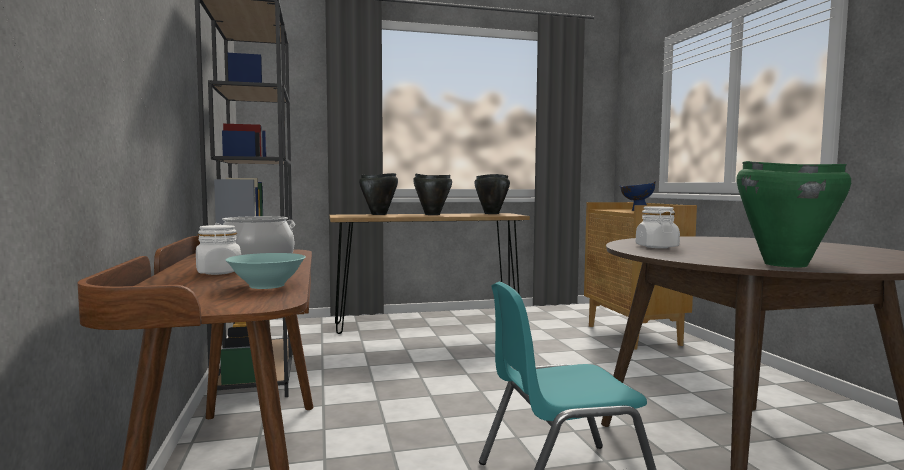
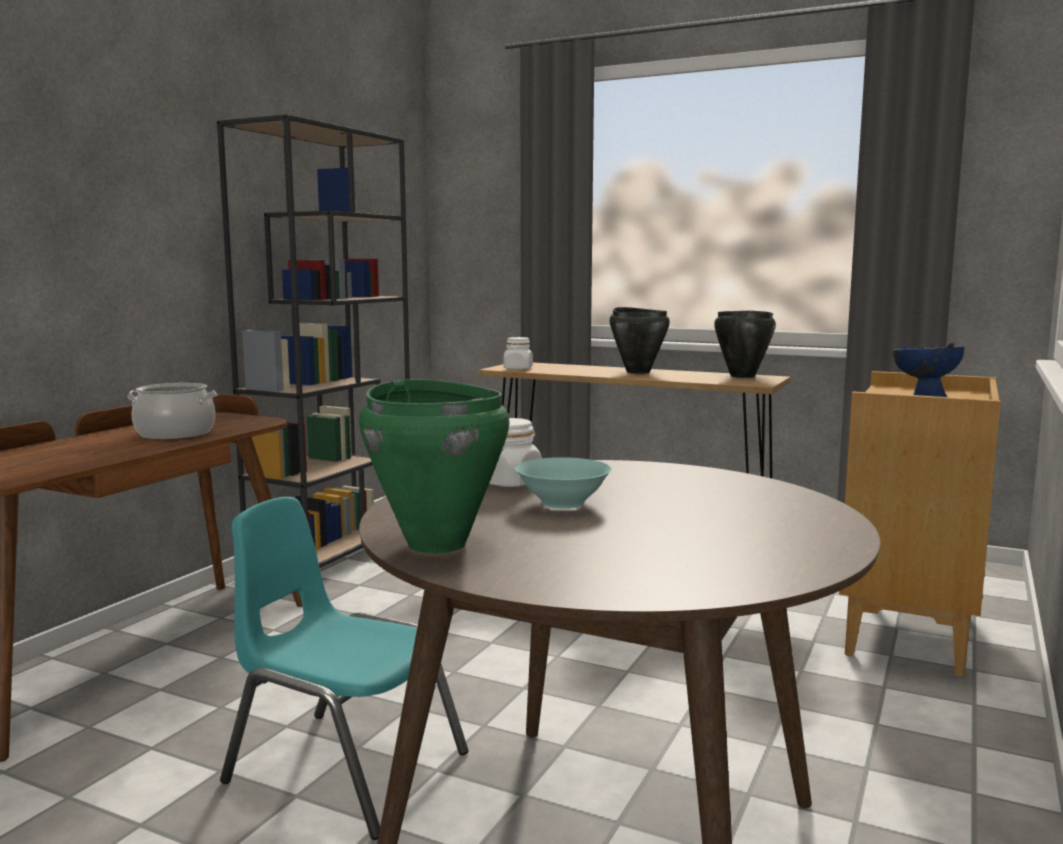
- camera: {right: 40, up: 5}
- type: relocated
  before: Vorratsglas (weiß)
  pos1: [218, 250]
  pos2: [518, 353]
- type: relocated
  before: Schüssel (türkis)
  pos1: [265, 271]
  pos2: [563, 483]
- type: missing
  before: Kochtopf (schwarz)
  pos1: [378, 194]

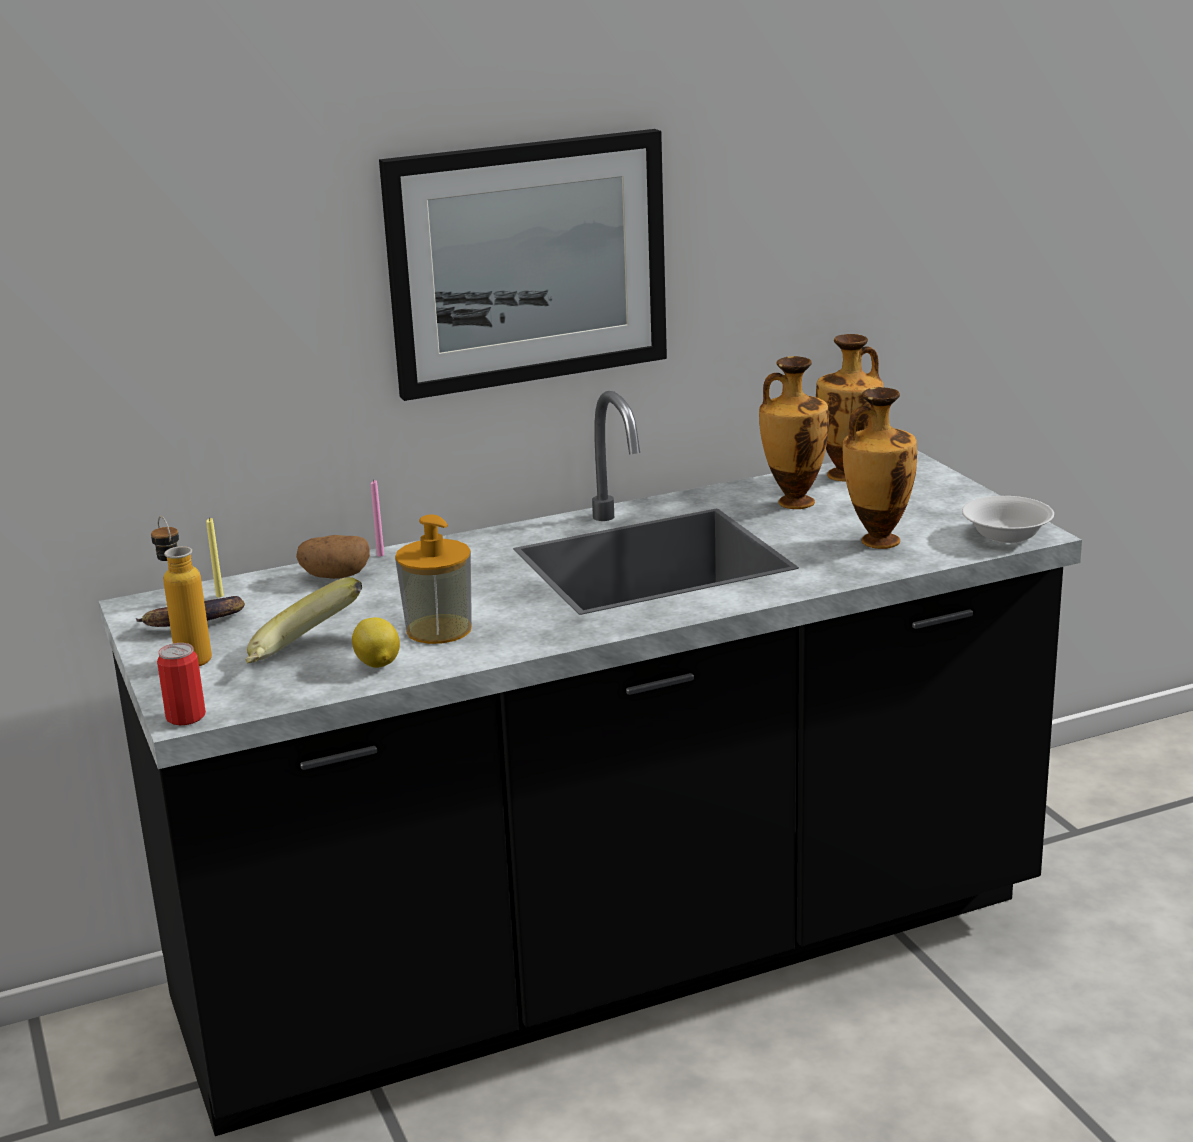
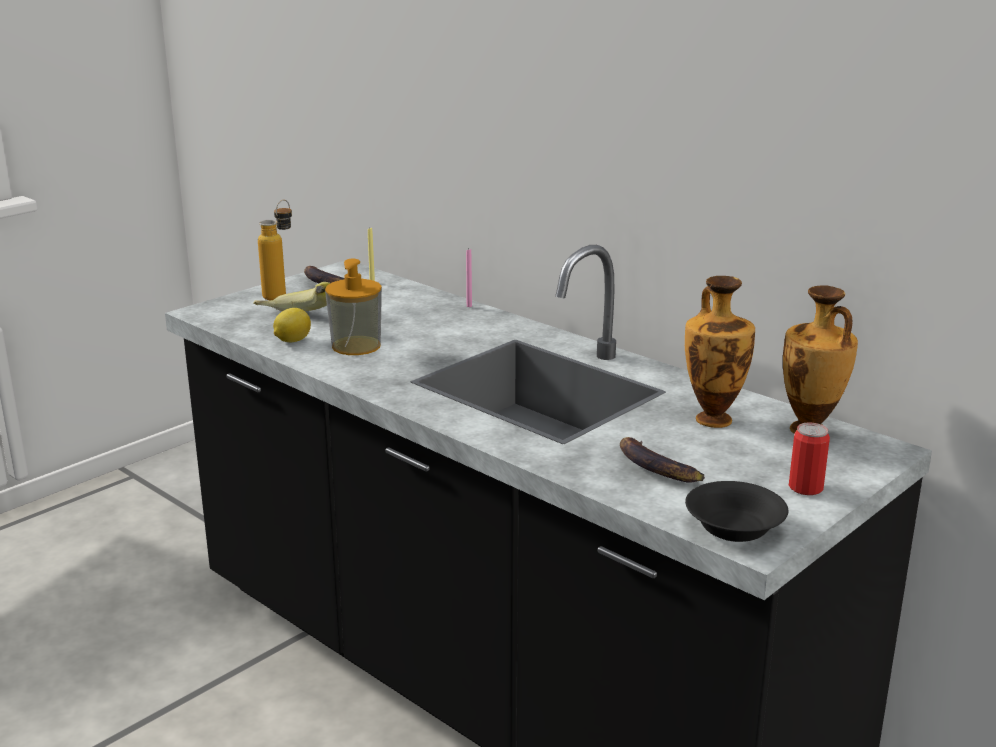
- camera: {right: 65, up: 0}
- type: exchanged
  before: Vase
  after: Banane
  pos1: [880, 468]
  pos2: [662, 460]
- type: colour
  before: Schüssel (weiß)
  after: Schüssel (schwarz)
  pos1: [1008, 519]
  pos2: [736, 511]
- type: relocated
  before: Dose
  pos1: [181, 684]
  pos2: [809, 459]
- type: missing
  before: Kartoffel
  pos1: [333, 557]
- type: missing
  before: Bild
  pos1: [523, 265]

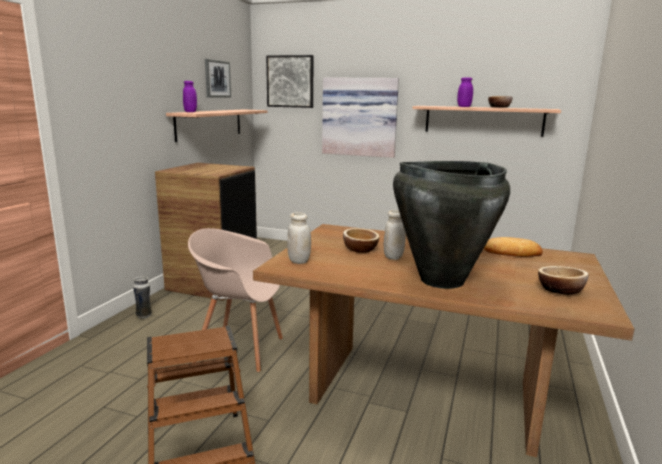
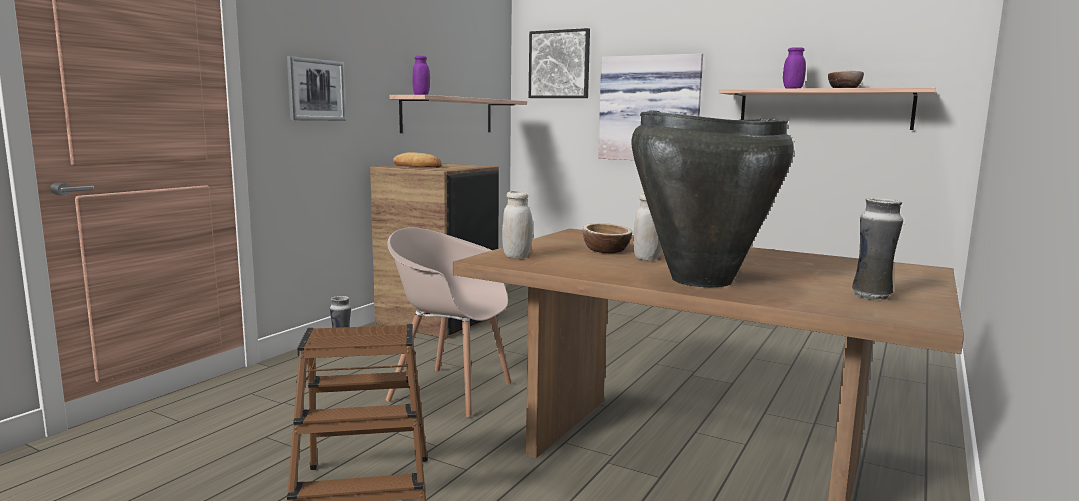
- camera: {right: 10, up: -5}
- type: relocated
  before: Bild
  pos1: [218, 78]
  pos2: [316, 88]
- type: relocated
  before: Brot
  pos1: [513, 247]
  pos2: [417, 160]
- type: exchanged
  before: Schüssel
  after: Vase
  pos1: [563, 280]
  pos2: [877, 249]

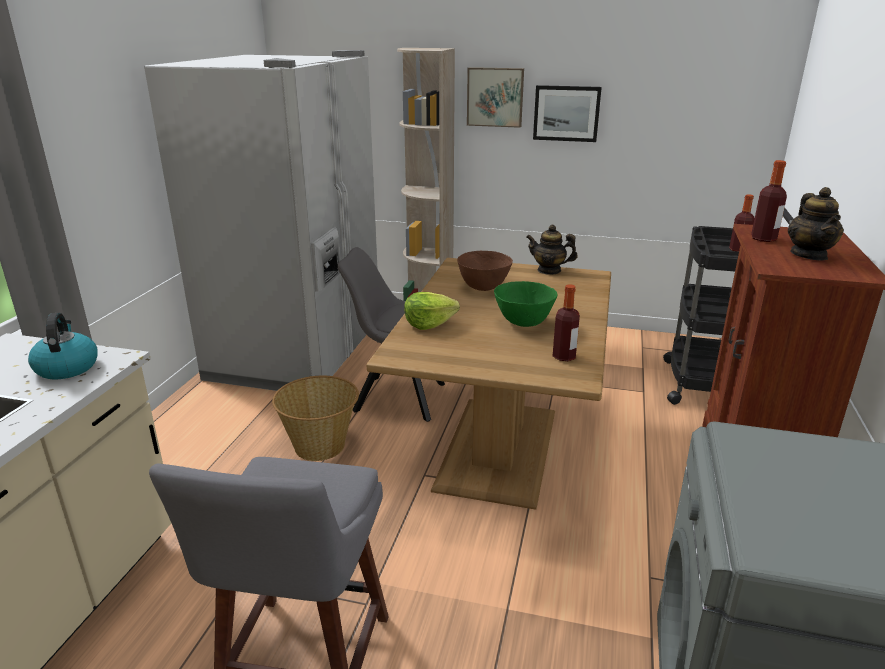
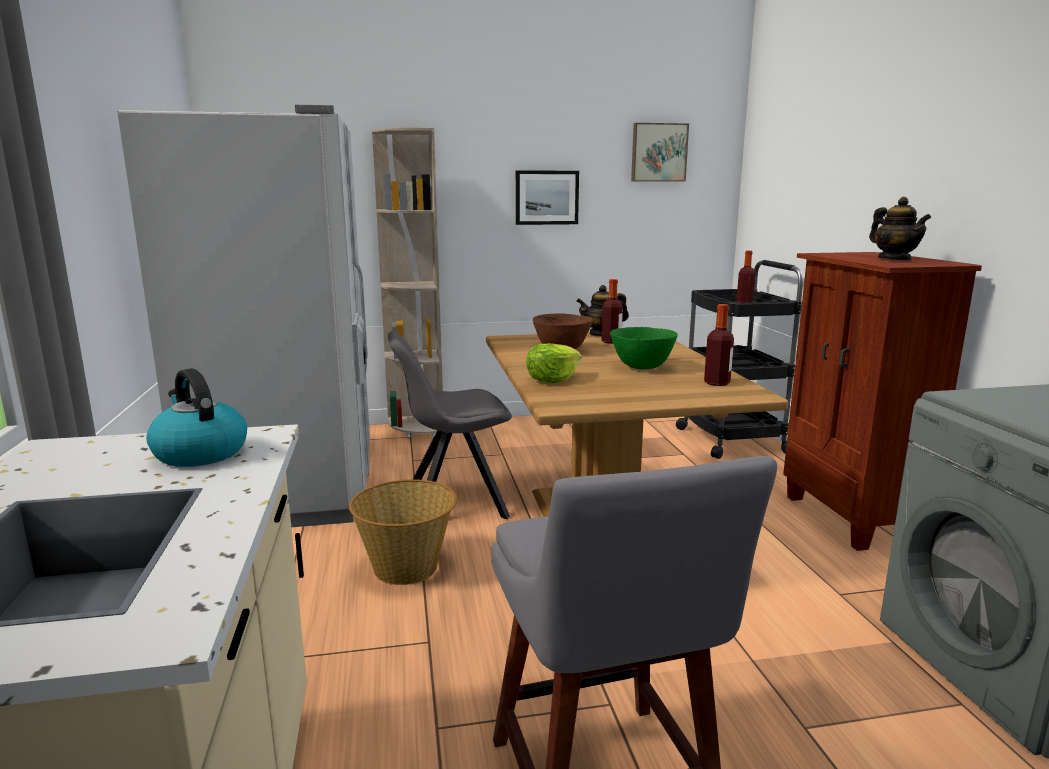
- camera: {right: -25, up: -10}
- type: relocated
  before: Flasche
  pos1: [769, 201]
  pos2: [612, 311]
- type: relocated
  before: Bild
  pos1: [495, 97]
  pos2: [660, 152]

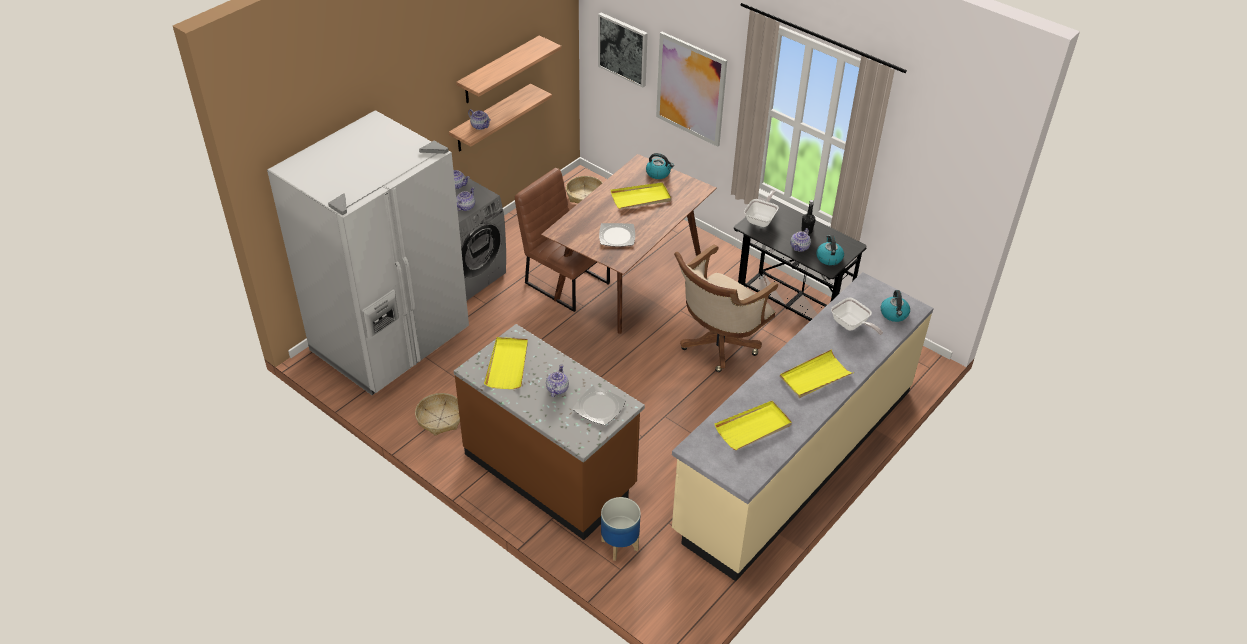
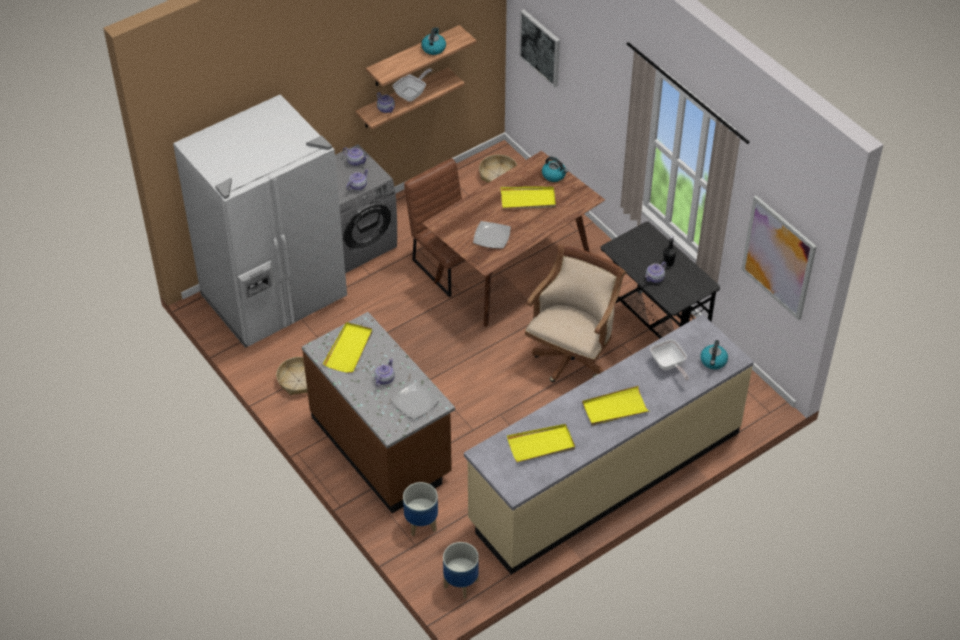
- camera: {right: 15, up: 5}
- type: relocated
  before: Pfanne
  pos1: [761, 208]
  pos2: [412, 85]
- type: relocated
  before: Wasserkessel
  pos1: [830, 250]
  pos2: [433, 41]
- type: appeared
  after: Pflanzkübel
  pos2: [461, 570]
- type: spun
  before: Bürostuhl
  pos1: [726, 308]
  pos2: [575, 313]
  turn: 150
- type: relocated
  before: Bild
  pos1: [691, 89]
  pos2: [779, 257]

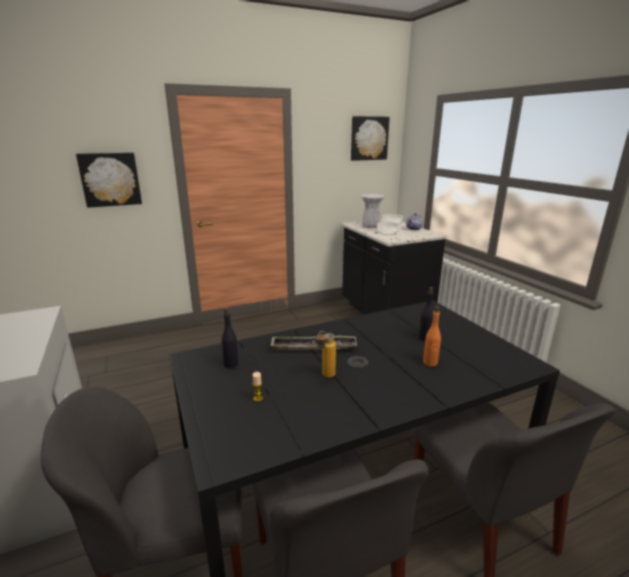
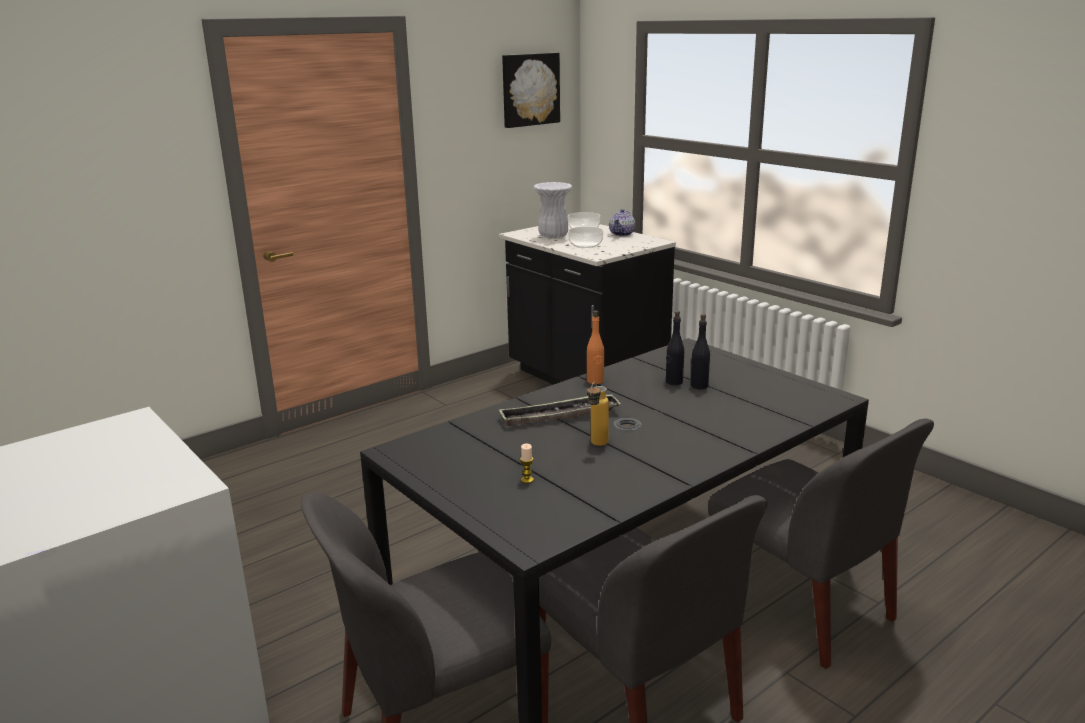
- camera: {right: -15, up: 0}
- type: relocated
  before: Flasche (orange)
  pos1: [432, 336]
  pos2: [595, 347]
- type: relocated
  before: Flasche (schwarz)
  pos1: [230, 338]
  pos2: [675, 348]
- type: missing
  before: Bild
  pos1: [109, 180]

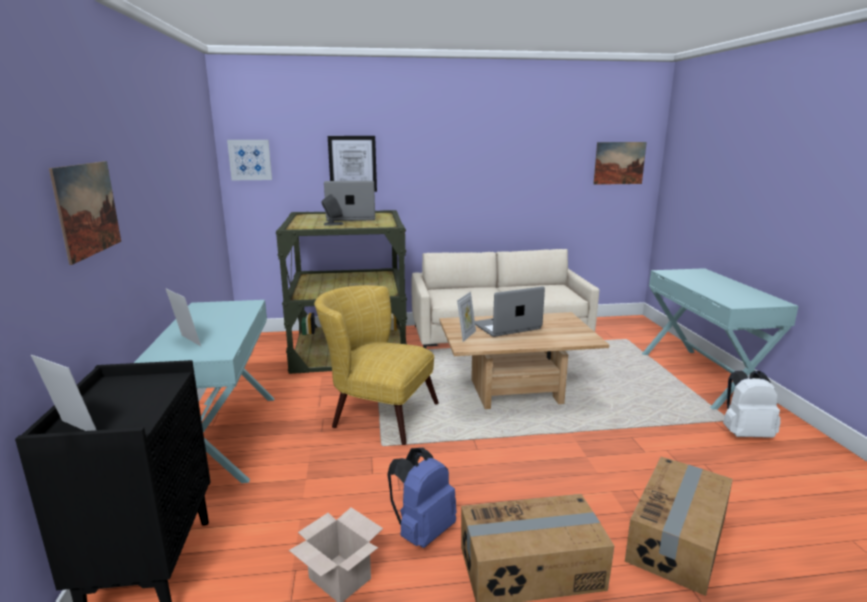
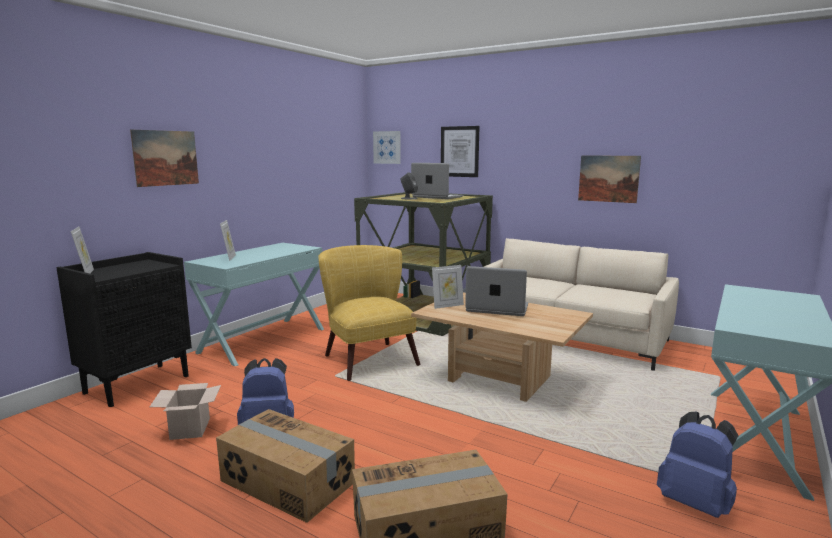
- camera: {right: 40, up: -5}
- type: relocated
  before: Bild
  pos1: [620, 163]
  pos2: [609, 179]
- type: colour
  before: Rucksack (weiß)
  after: Rucksack (blau)
  pos1: [752, 404]
  pos2: [698, 465]

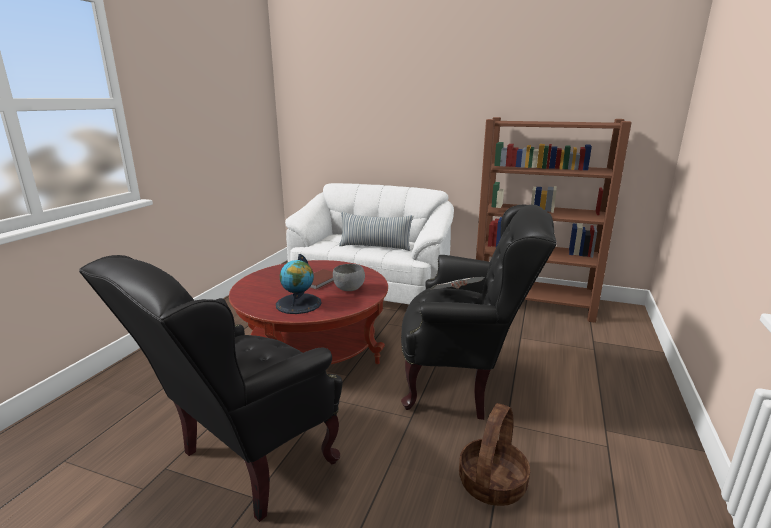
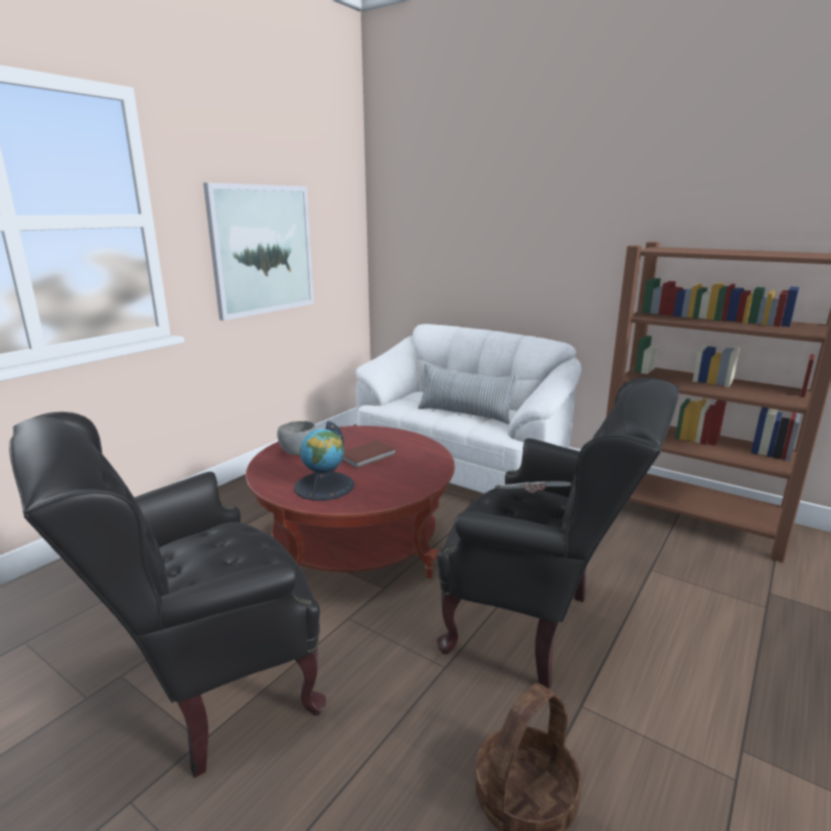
- camera: {right: 15, up: 0}
- type: appeared
  after: Bild
  pos2: [258, 252]
- type: relocated
  before: Schüssel (grau)
  pos1: [349, 277]
  pos2: [297, 438]

